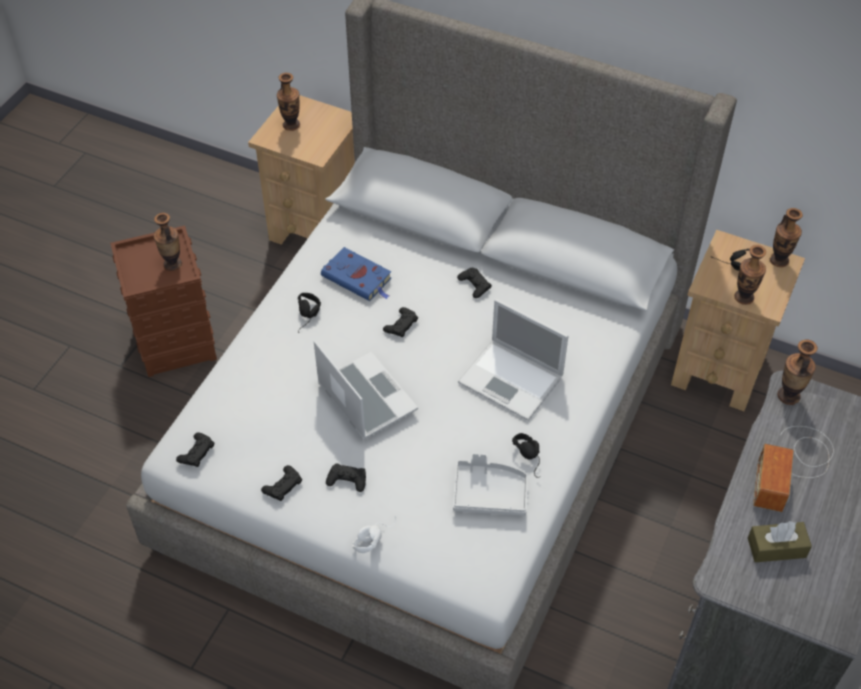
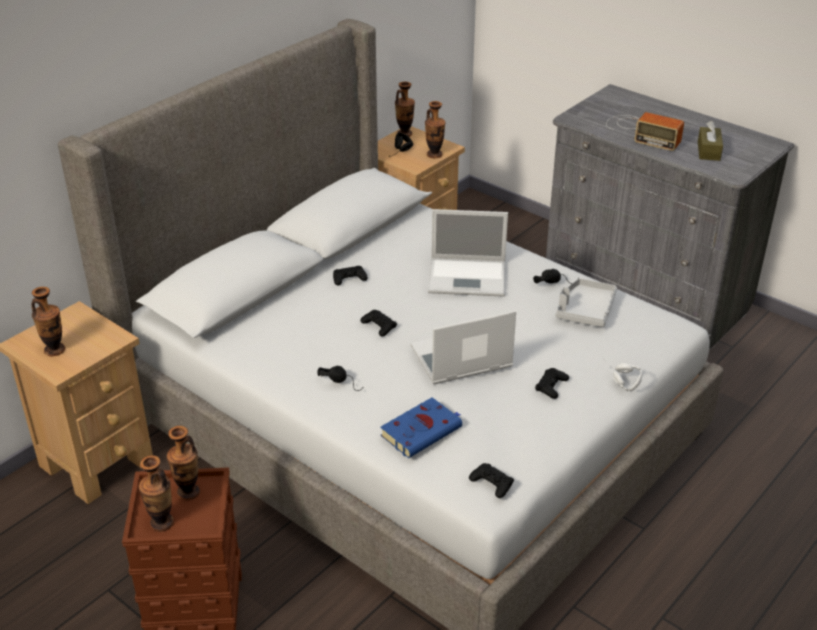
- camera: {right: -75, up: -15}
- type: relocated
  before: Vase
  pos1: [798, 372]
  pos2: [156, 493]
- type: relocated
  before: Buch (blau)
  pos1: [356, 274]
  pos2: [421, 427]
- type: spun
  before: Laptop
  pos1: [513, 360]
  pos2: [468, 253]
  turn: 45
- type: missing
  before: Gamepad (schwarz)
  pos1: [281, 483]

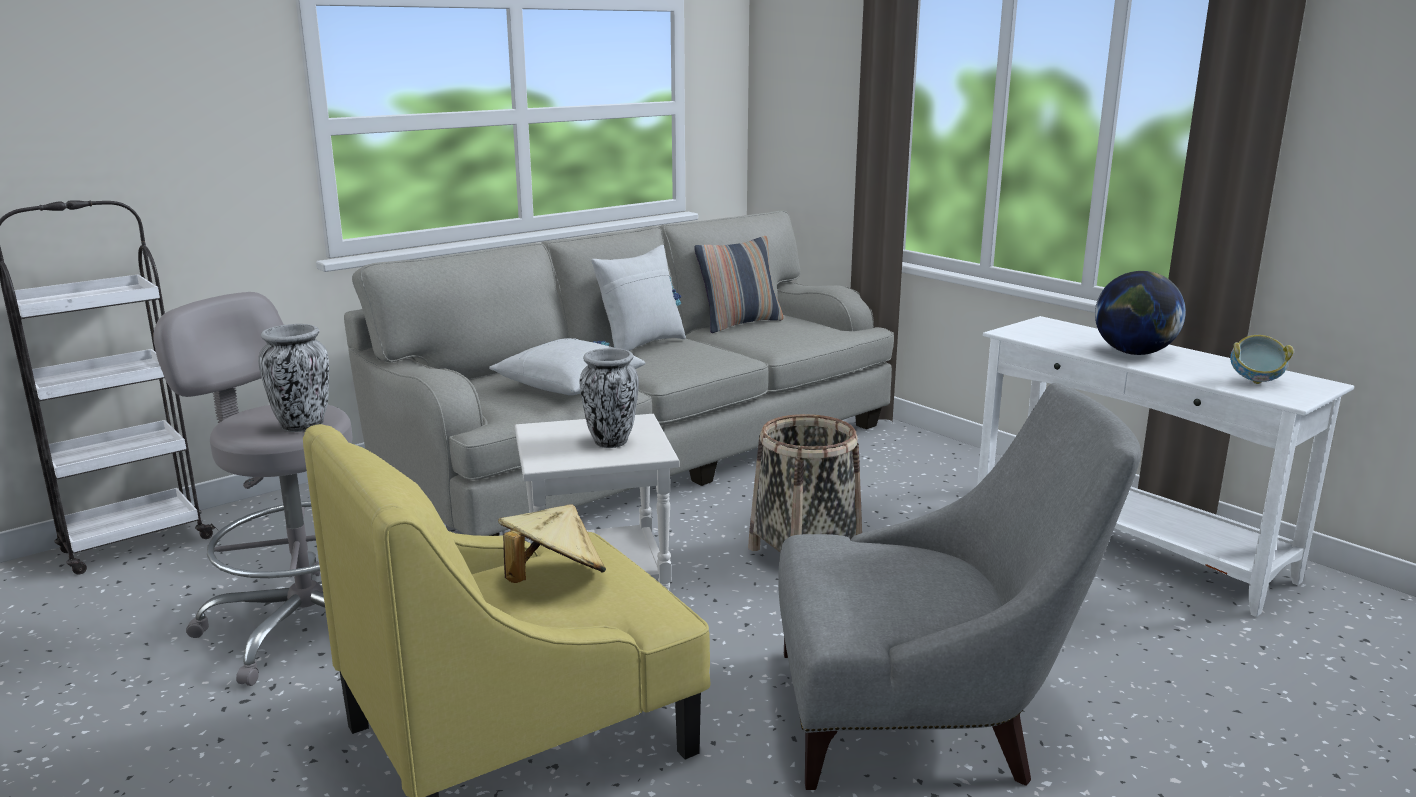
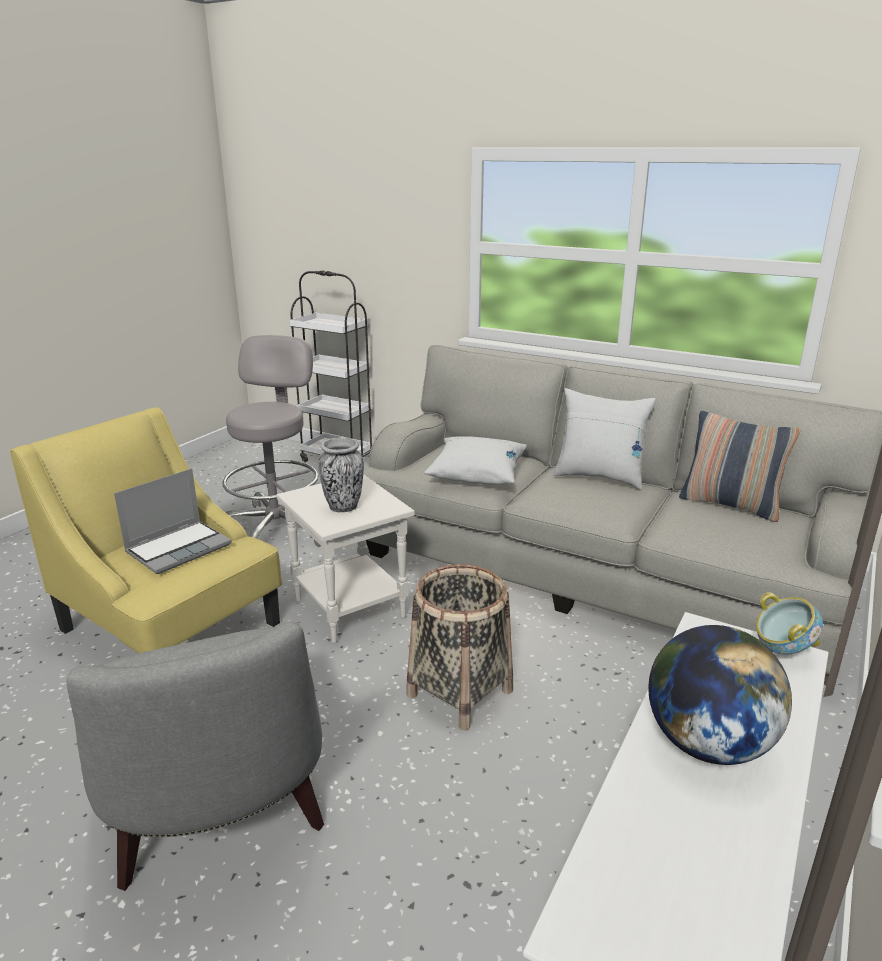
- camera: {right: 70, up: 5}
- type: exchanged
  before: Hut (beige)
  after: Laptop
  pos1: [552, 543]
  pos2: [173, 521]
- type: relocated
  before: Schüssel
  pos1: [1262, 359]
  pos2: [789, 623]
- type: missing
  before: Vase
  pos1: [293, 378]

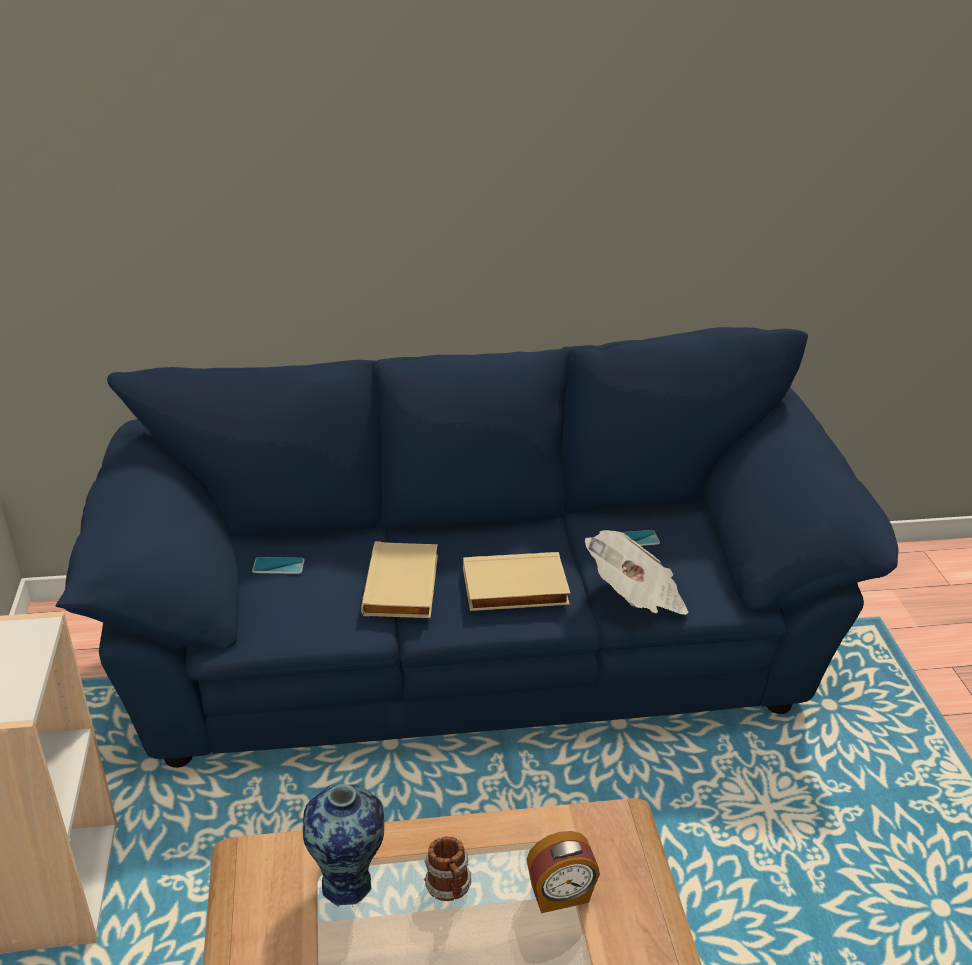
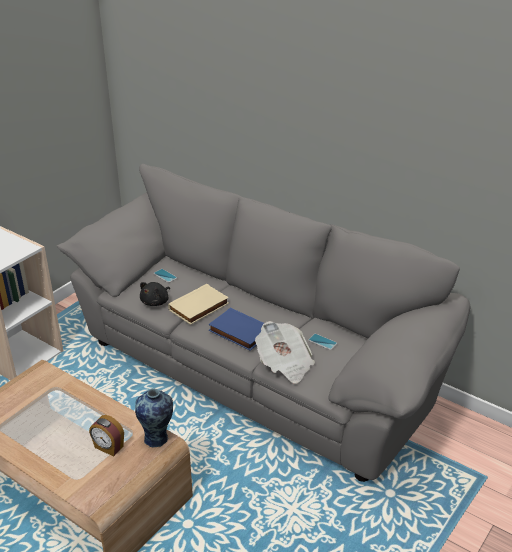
- camera: {right: 45, up: 0}
- type: colour
  before: Sofa (blau)
  after: Sofa (grau)
  pos1: [477, 547]
  pos2: [263, 323]
- type: relocated
  before: Vase
  pos1: [343, 845]
  pos2: [154, 418]
- type: appeared
  after: Plüschtier (schwarz)
  pos2: [155, 294]
- type: colour
  before: Buch (beige)
  after: Buch (blau)
  pos1: [516, 581]
  pos2: [236, 329]
- type: missing
  before: Henkelbecher
  pos1: [447, 869]

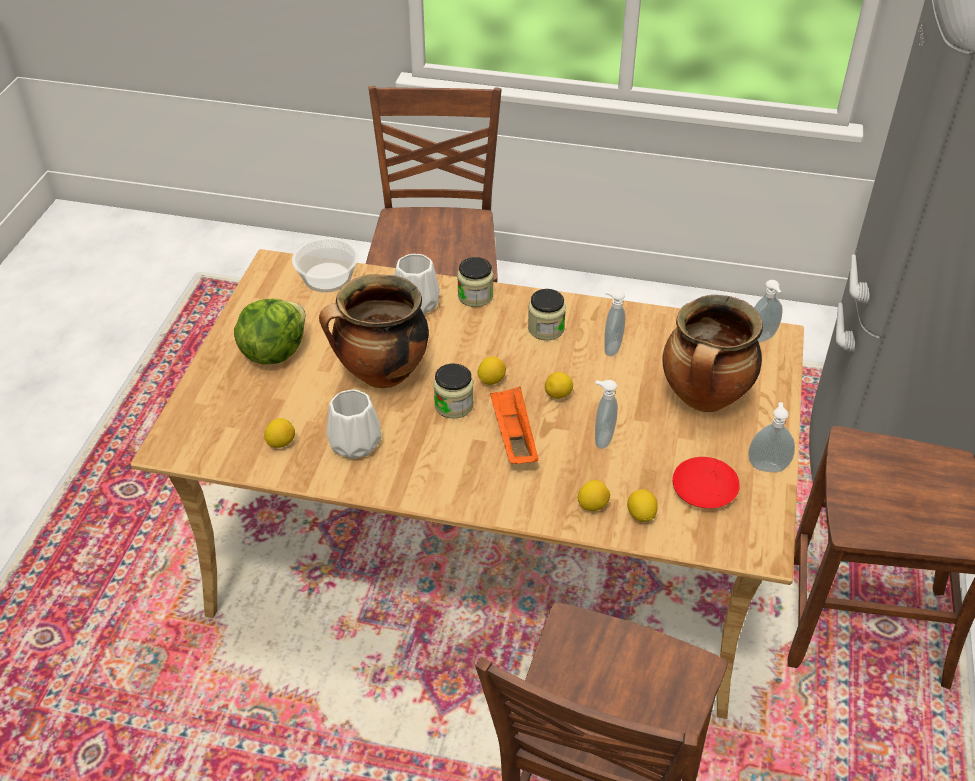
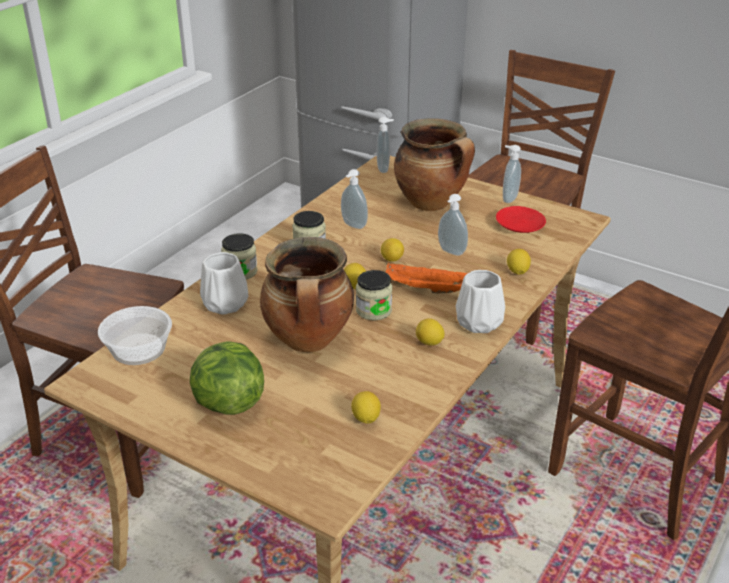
- camera: {right: -70, up: -10}
- type: relocated
  before: Zitrone
  pos1: [642, 505]
  pos2: [430, 331]
- type: relocated
  before: Vase (weiß)
  pos1: [353, 424]
  pos2: [480, 301]

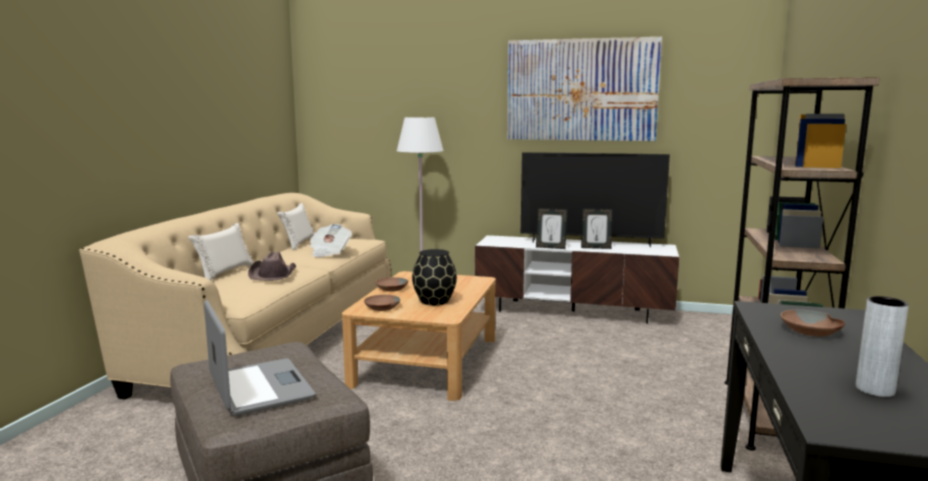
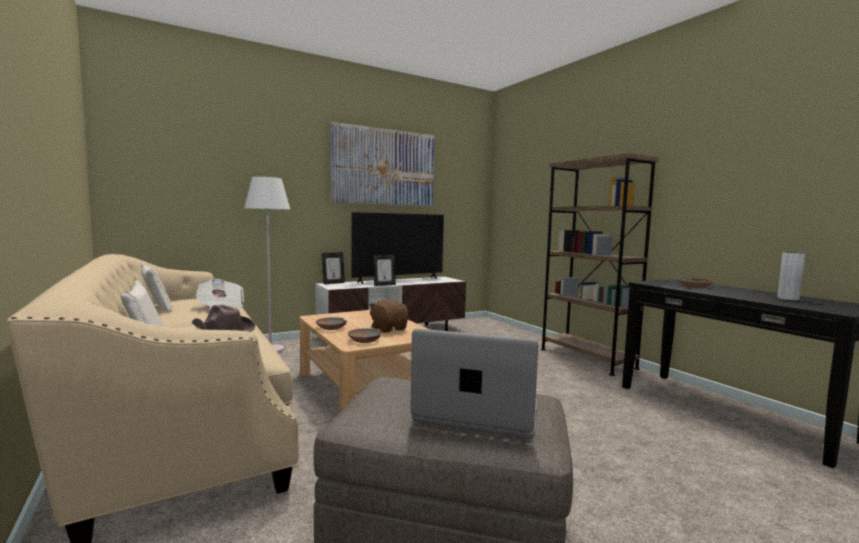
- camera: {right: -45, up: -5}
- type: relocated
  before: Bilderrahmen
  pos1: [597, 228]
  pos2: [333, 268]
- type: exchanged
  before: Vase (schwarz)
  after: Plüschtier (braun)
  pos1: [434, 277]
  pos2: [389, 315]

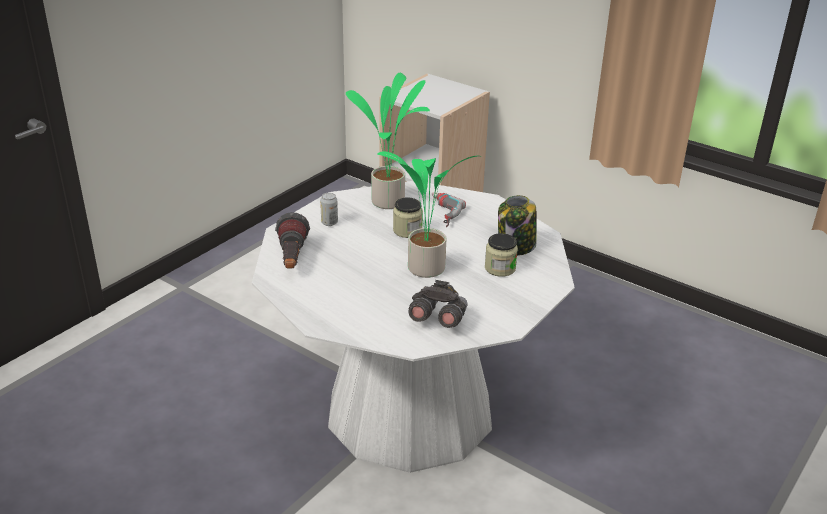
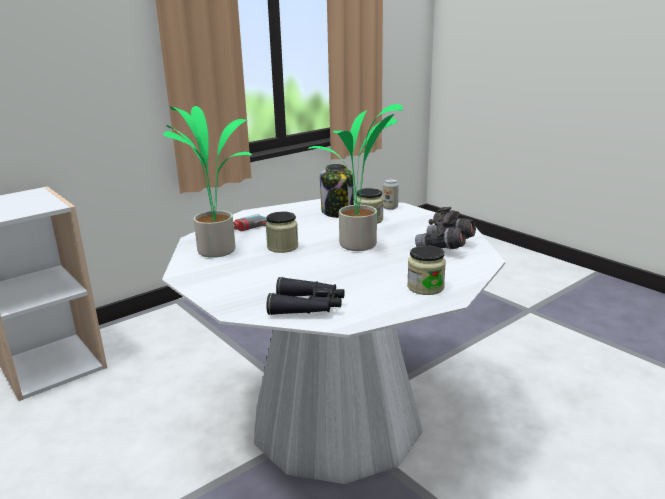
- camera: {right: -75, up: -10}
- type: exchanged
  before: Taschenlampe
  after: Fernglas (schwarz)
  pos1: [292, 240]
  pos2: [305, 296]
- type: relocated
  before: Dose
  pos1: [329, 209]
  pos2: [391, 194]
- type: appeared
  after: Vorratsglas
  pos2: [426, 270]

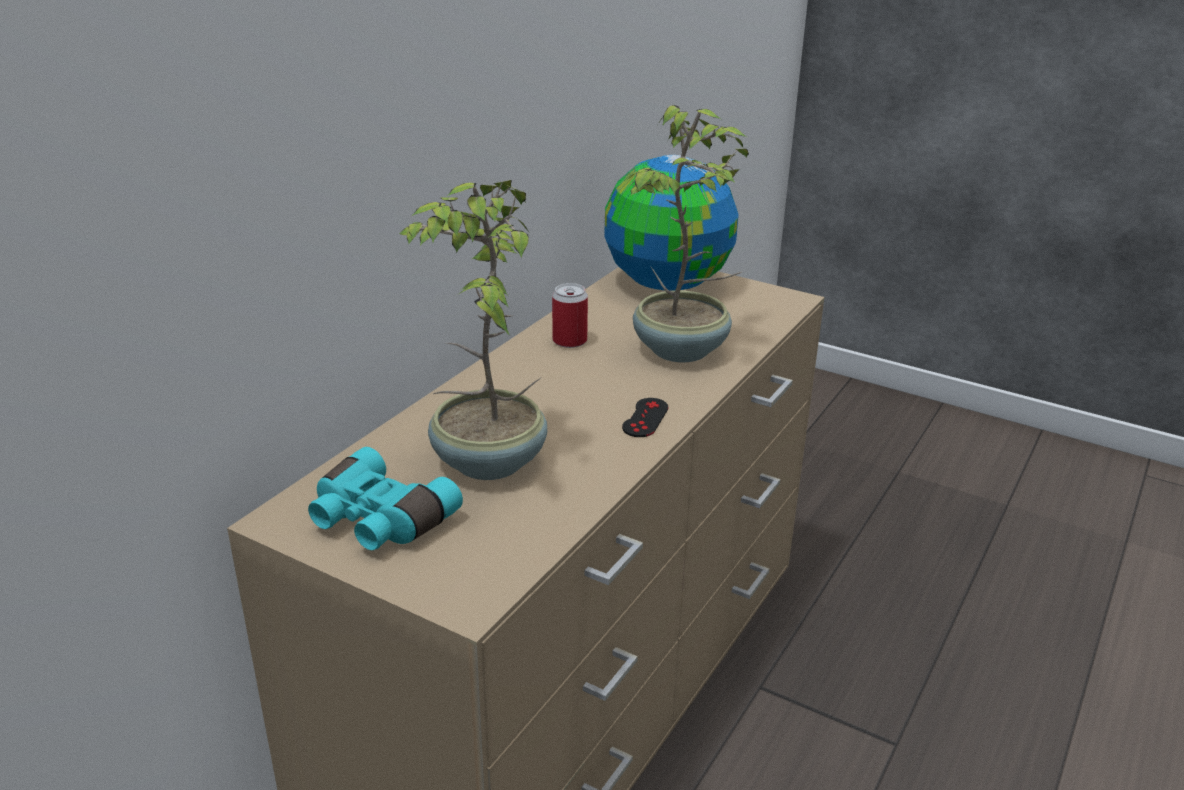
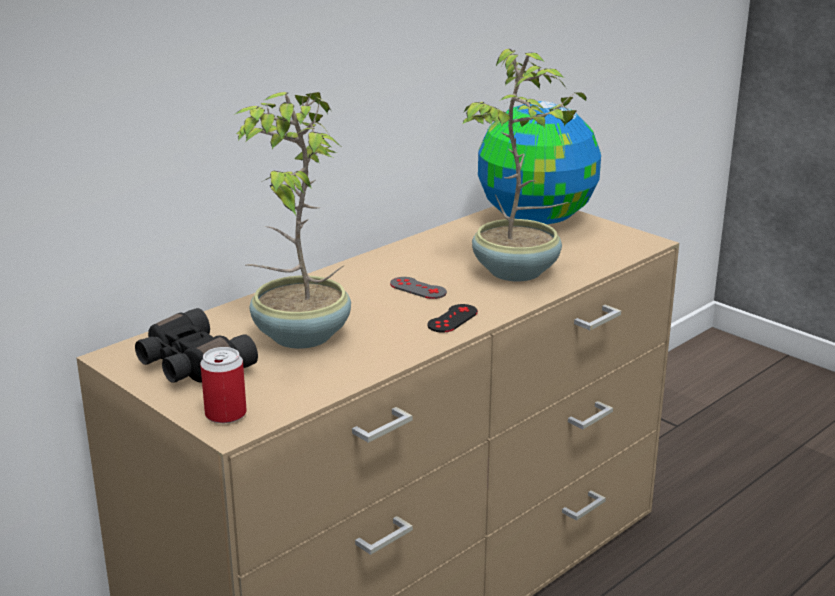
- camera: {right: 15, up: -5}
- type: colour
  before: Fernglas (türkis)
  after: Fernglas (schwarz)
  pos1: [385, 498]
  pos2: [196, 345]
- type: relocated
  before: Dose
  pos1: [570, 315]
  pos2: [223, 385]
- type: appeared
  after: Gamepad (grau)
  pos2: [418, 288]

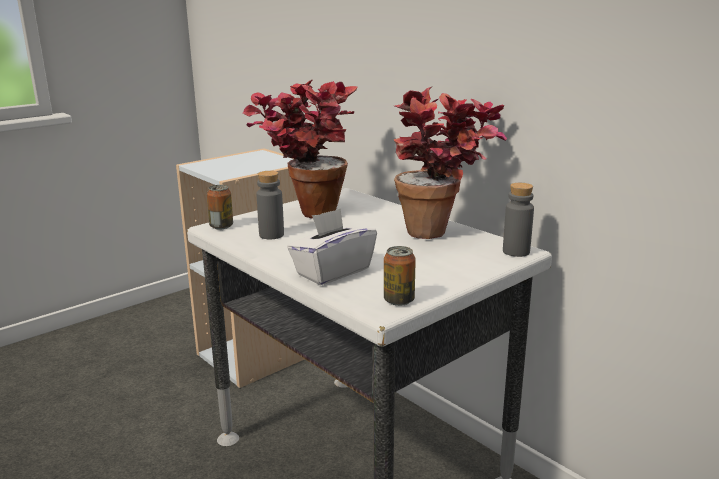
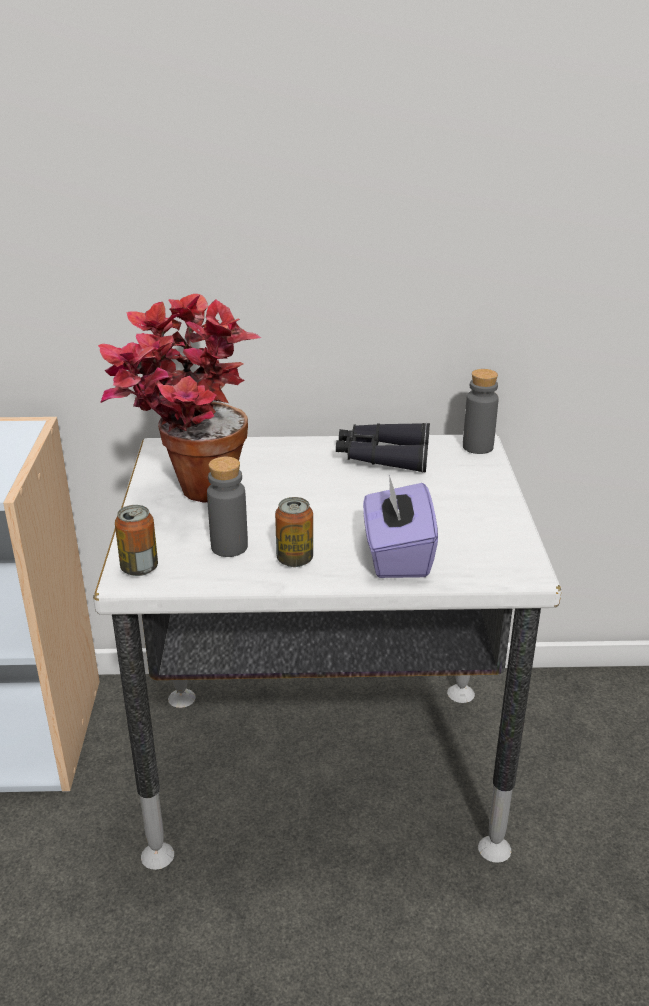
- camera: {right: -50, up: 10}
- type: relocated
  before: Dose
  pos1: [400, 276]
  pos2: [294, 532]
- type: exchanged
  before: Topfpflanze
  after: Fernglas (schwarz)
  pos1: [450, 163]
  pos2: [383, 448]
- type: colour
  before: Taschentuchbox (weiß)
  after: Taschentuchbox (lila)
  pos1: [332, 246]
  pos2: [400, 526]

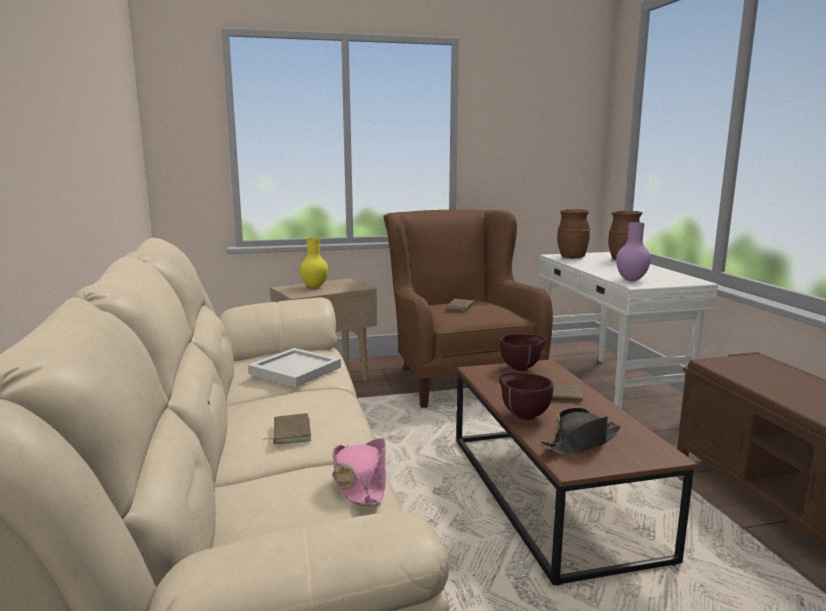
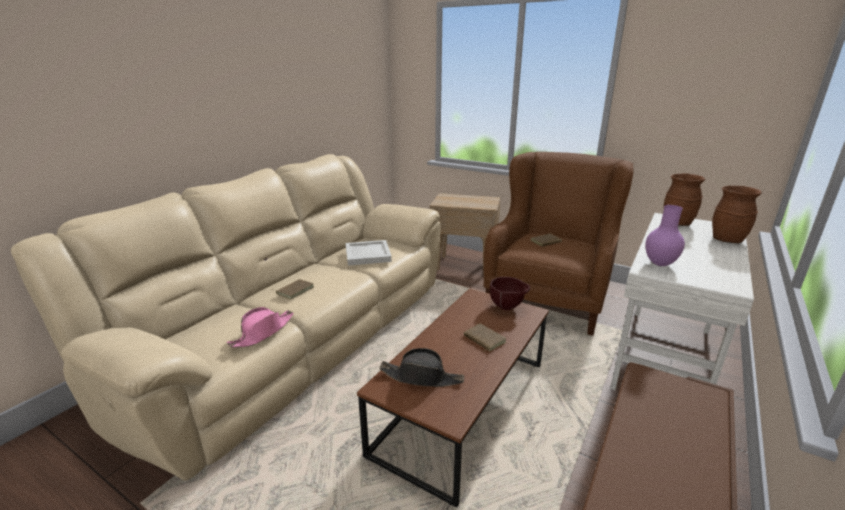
- camera: {right: 45, up: 10}
- type: missing
  before: Vase (gelb)
  pos1: [314, 263]
- type: missing
  before: Schüssel (braun)
  pos1: [526, 396]

